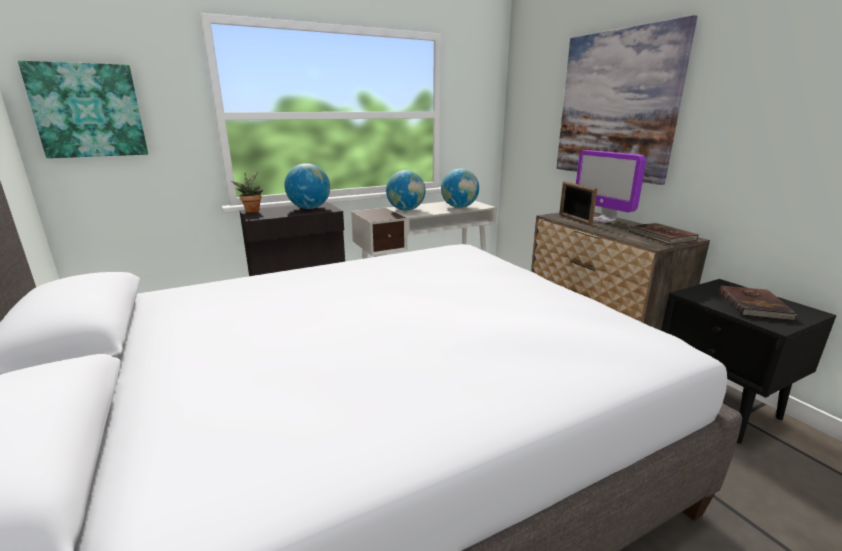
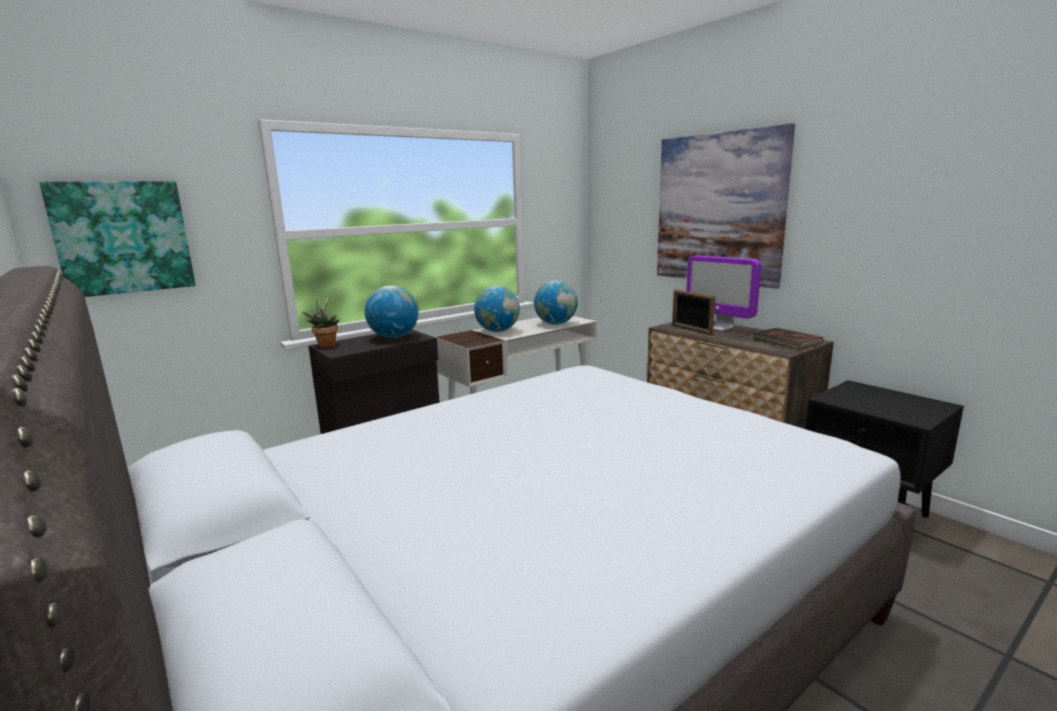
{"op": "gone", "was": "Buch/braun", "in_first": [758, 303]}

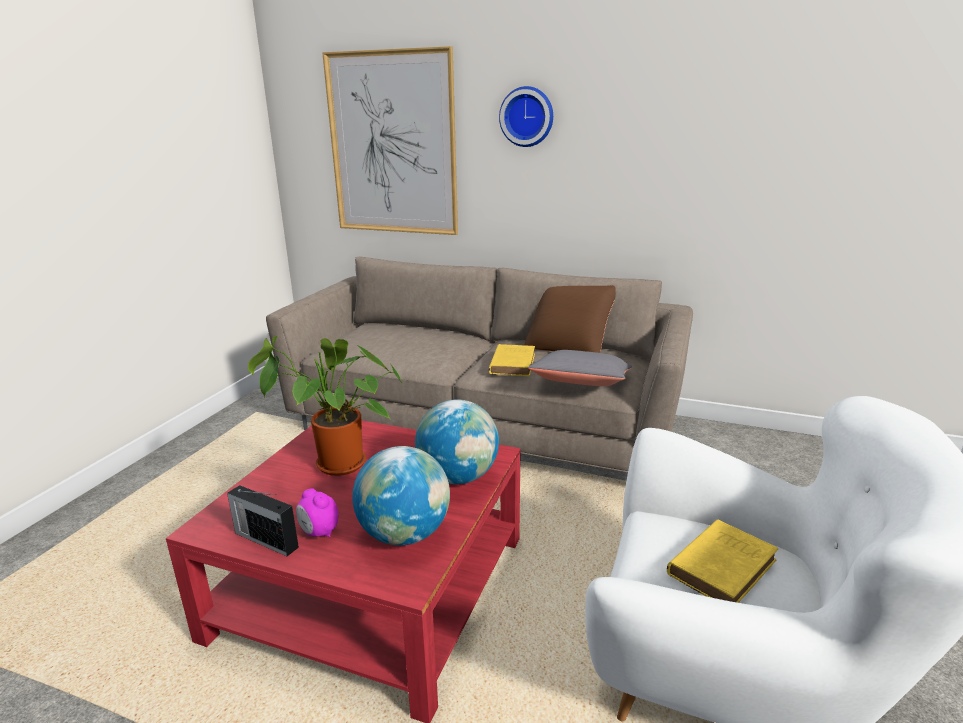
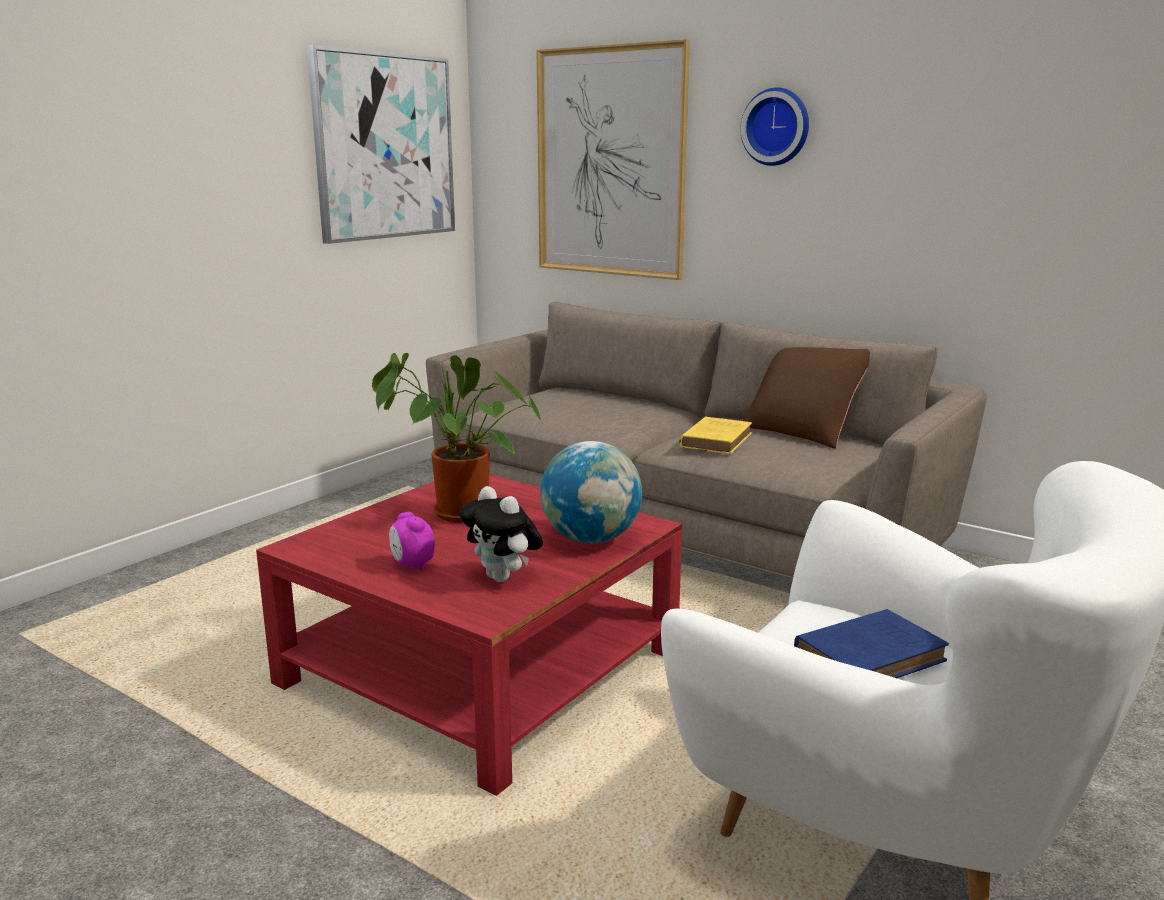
{"op": "gone", "was": "Radio", "in_first": [263, 520]}
{"op": "gone", "was": "Kissen/grau", "in_first": [580, 368]}
{"op": "new", "now": "Bild", "in_second": [381, 144]}
{"op": "swapped", "was": "Globus", "now": "Plüschtier", "in_first": [401, 496], "in_second": [501, 534]}
{"op": "repainted", "was": "Buch/gelb", "now": "Buch/blau", "in_first": [722, 561], "in_second": [871, 643]}

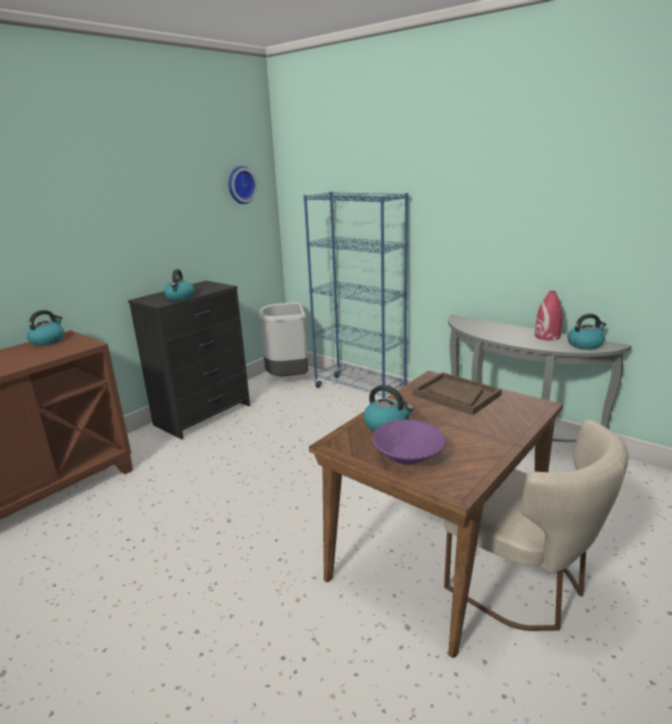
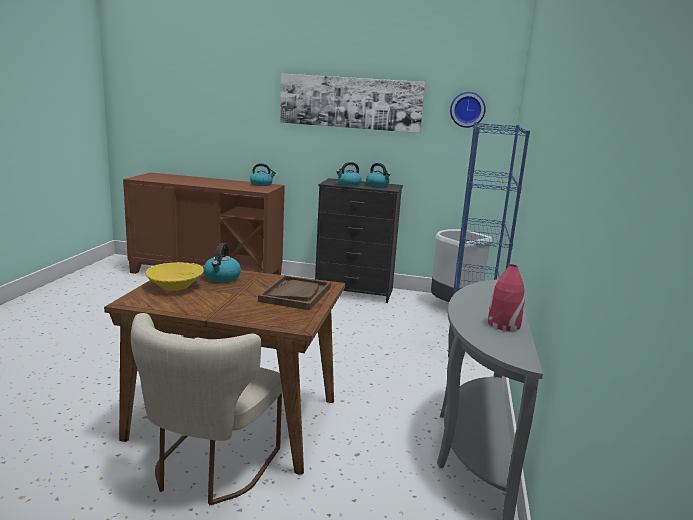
{"op": "new", "now": "Bild", "in_second": [352, 103]}
{"op": "shifted", "was": "Wasserkessel", "in_first": [586, 331], "in_second": [378, 175]}
{"op": "repainted", "was": "Schüssel/lila", "now": "Schüssel/gelb", "in_first": [409, 441], "in_second": [174, 276]}

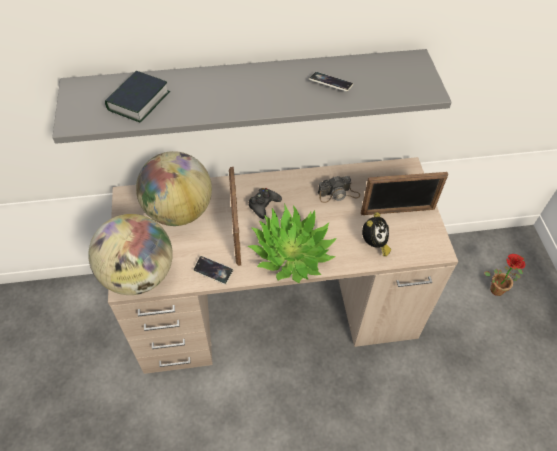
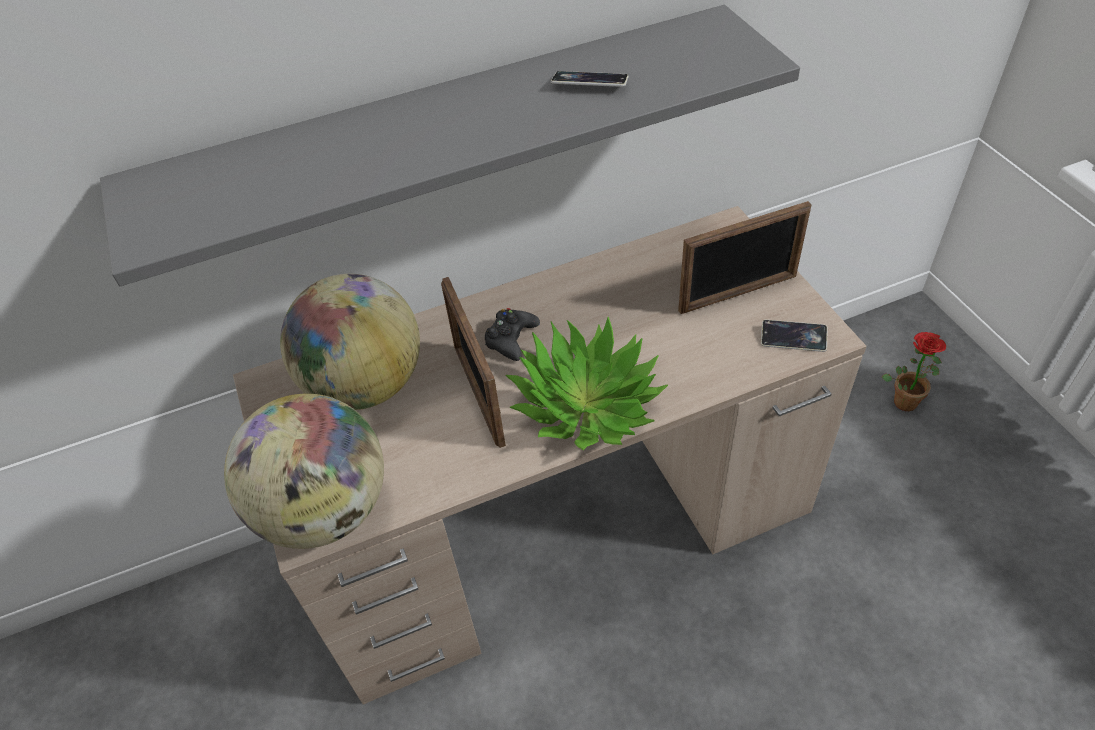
{"op": "gone", "was": "Buch", "in_first": [137, 96]}
{"op": "gone", "was": "Kamera", "in_first": [339, 189]}
{"op": "gone", "was": "Wecker", "in_first": [376, 234]}
{"op": "shifted", "was": "Handy", "in_first": [213, 270], "in_second": [794, 336]}

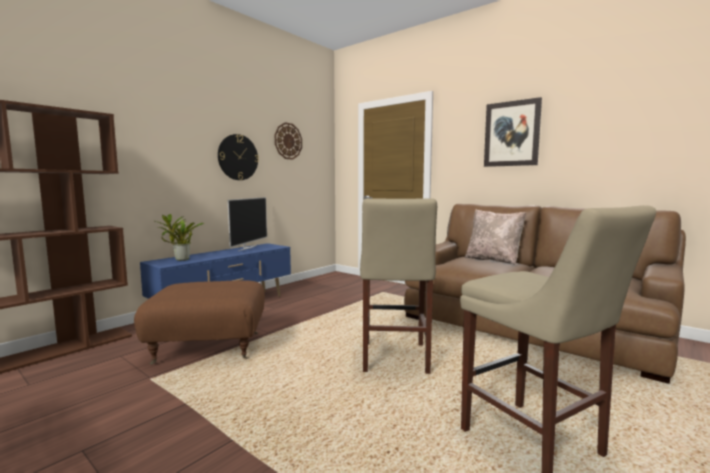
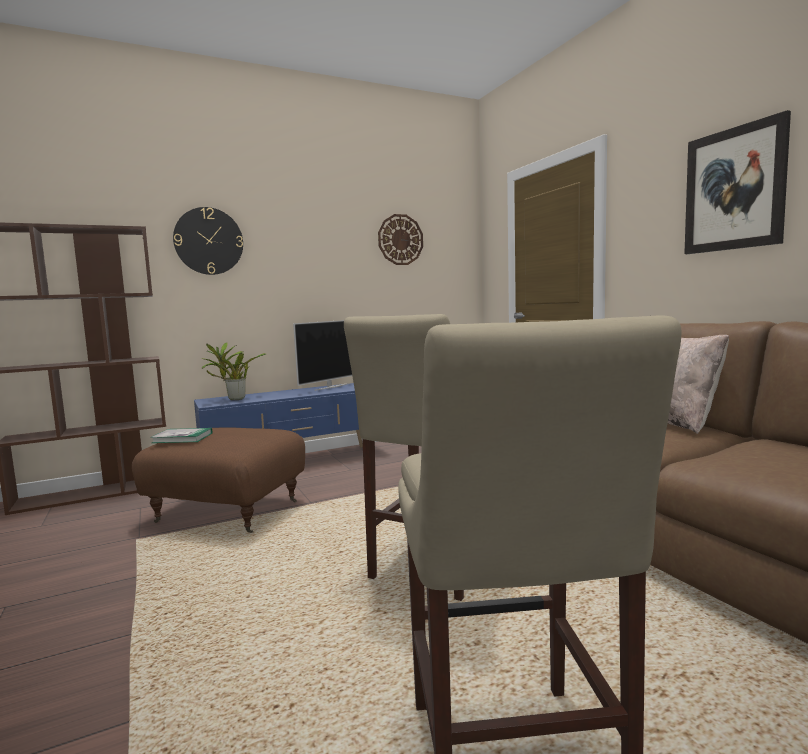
{"op": "new", "now": "Buch", "in_second": [181, 435]}
{"op": "shifted", "was": "Wanduhr", "in_first": [238, 157], "in_second": [208, 241]}

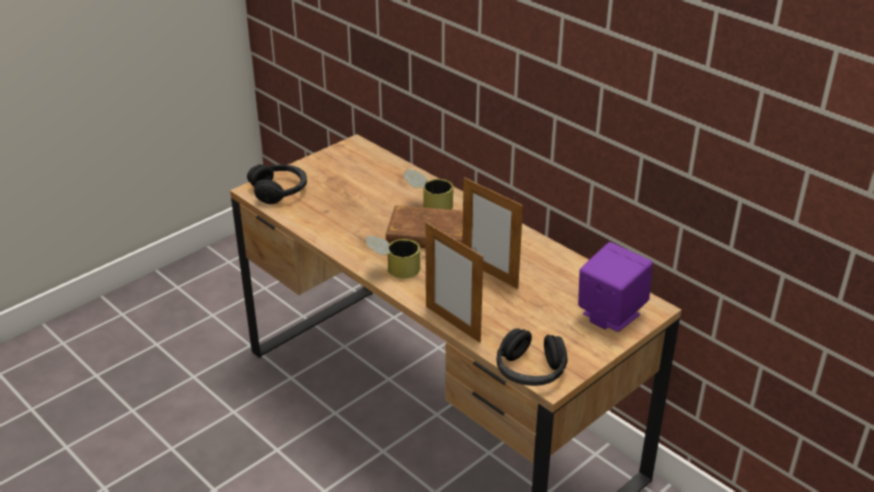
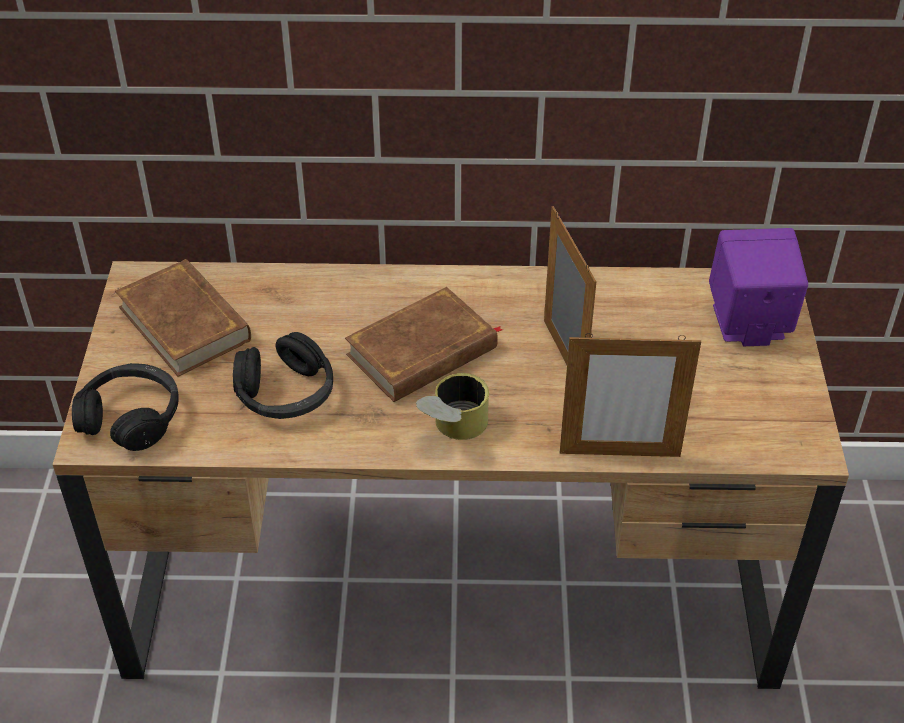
{"op": "gone", "was": "Dose", "in_first": [428, 189]}
{"op": "new", "now": "Buch/braun", "in_second": [183, 318]}
{"op": "shifted", "was": "Kopfhörer/schwarz", "in_first": [532, 357], "in_second": [283, 375]}
{"op": "rotated", "was": "Bilderrahmen", "in_first": [492, 233], "in_second": [570, 285], "clockwise": -105}

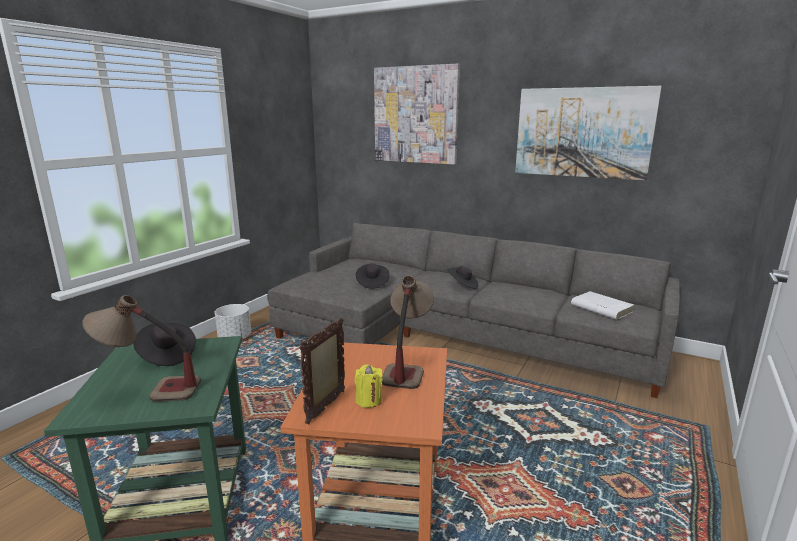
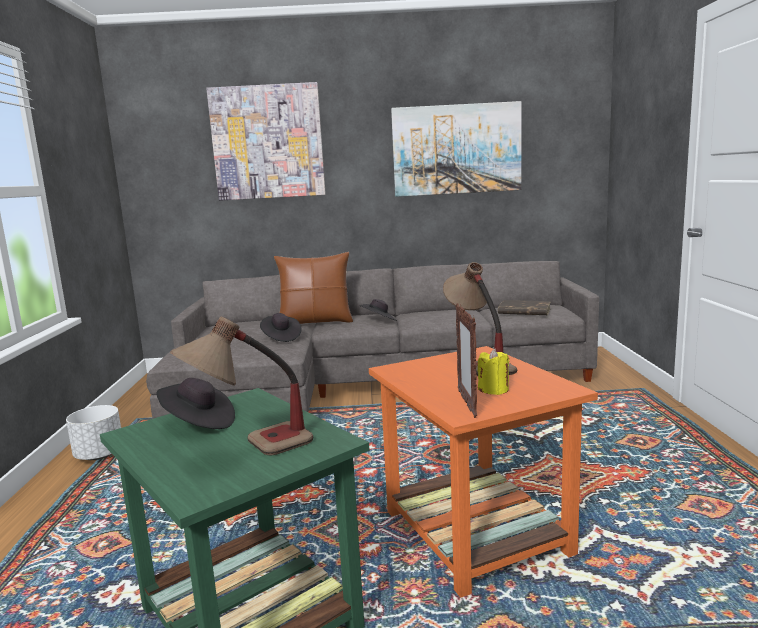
{"op": "new", "now": "Kissen/braun", "in_second": [313, 288]}
{"op": "repainted", "was": "Buch/weiß", "now": "Buch/braun", "in_first": [602, 305], "in_second": [524, 307]}

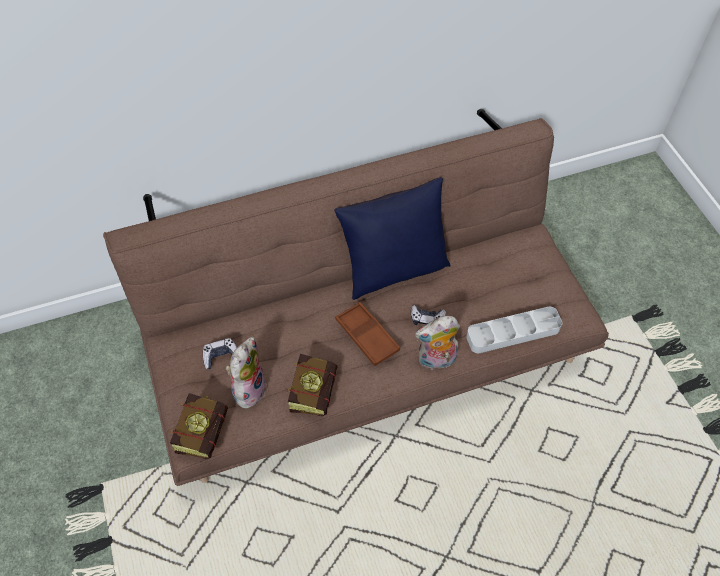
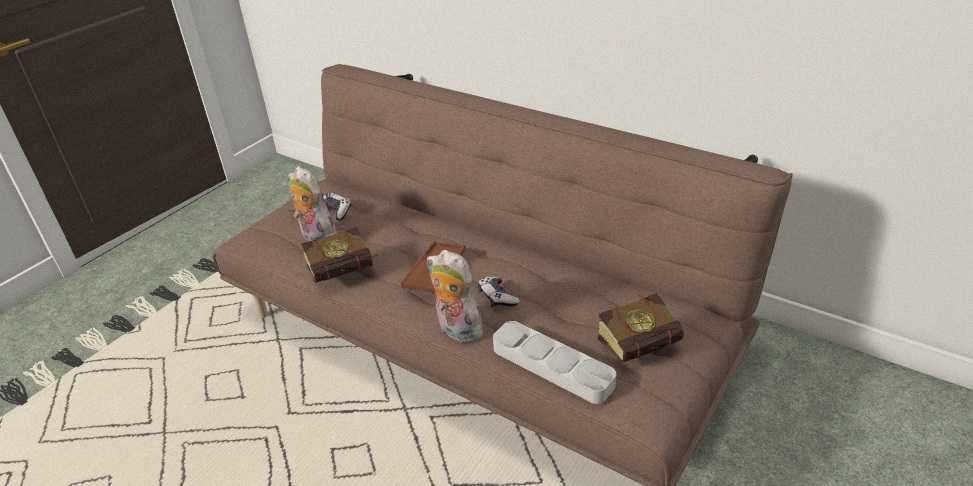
{"op": "gone", "was": "Kissen/blau", "in_first": [392, 238]}
{"op": "shifted", "was": "Buch", "in_first": [199, 426], "in_second": [641, 327]}
{"op": "rotated", "was": "Plüschtier", "in_first": [246, 373], "in_second": [312, 205], "clockwise": -120}

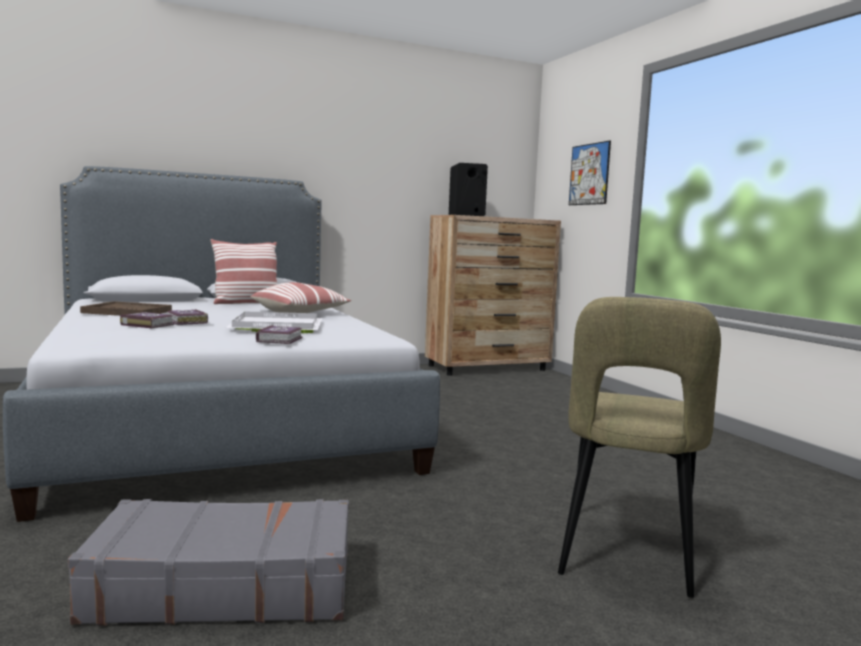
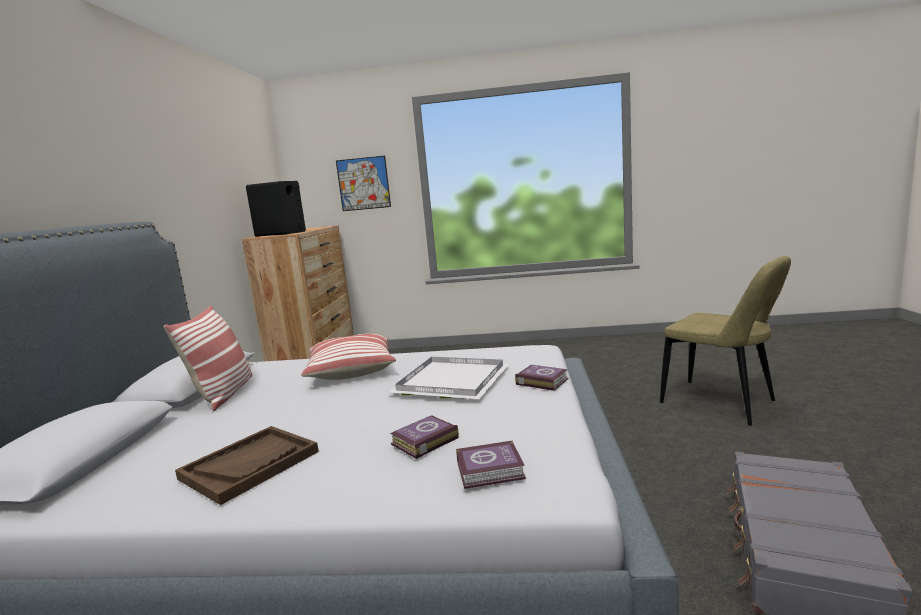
{"op": "shifted", "was": "Buch", "in_first": [187, 317], "in_second": [491, 464]}

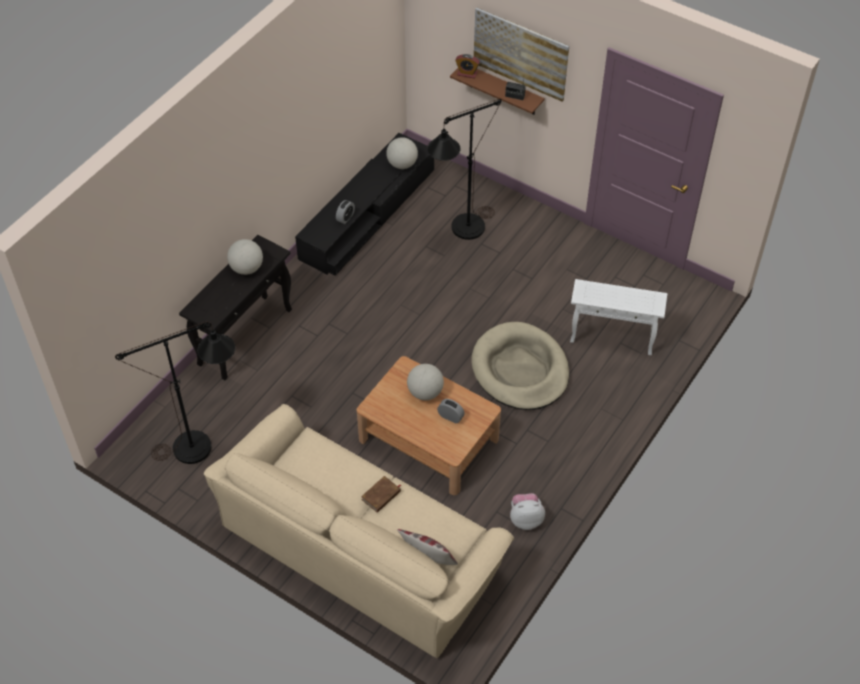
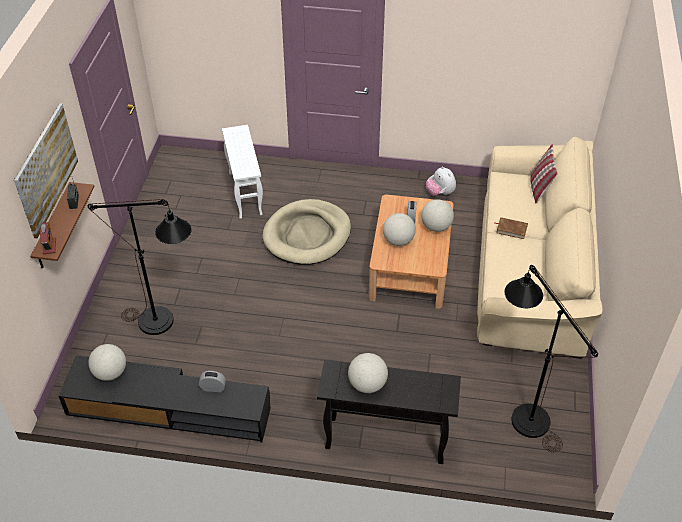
{"op": "new", "now": "Globus", "in_second": [437, 215]}

